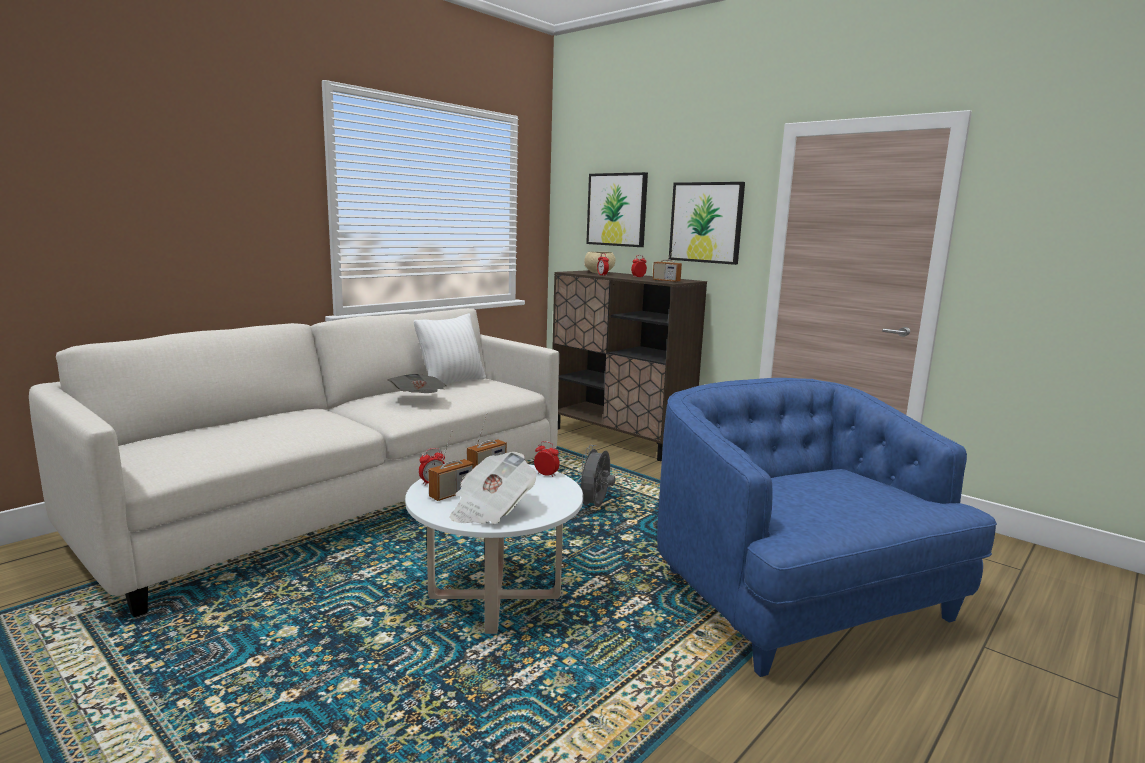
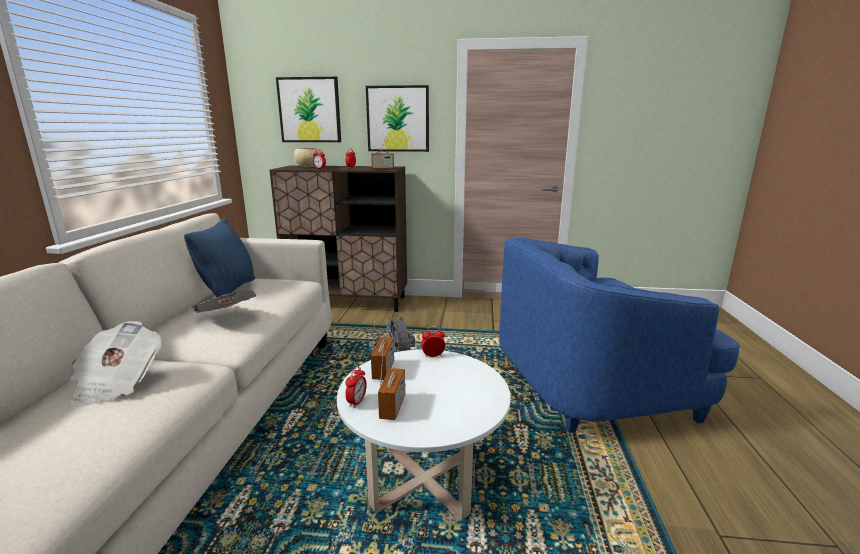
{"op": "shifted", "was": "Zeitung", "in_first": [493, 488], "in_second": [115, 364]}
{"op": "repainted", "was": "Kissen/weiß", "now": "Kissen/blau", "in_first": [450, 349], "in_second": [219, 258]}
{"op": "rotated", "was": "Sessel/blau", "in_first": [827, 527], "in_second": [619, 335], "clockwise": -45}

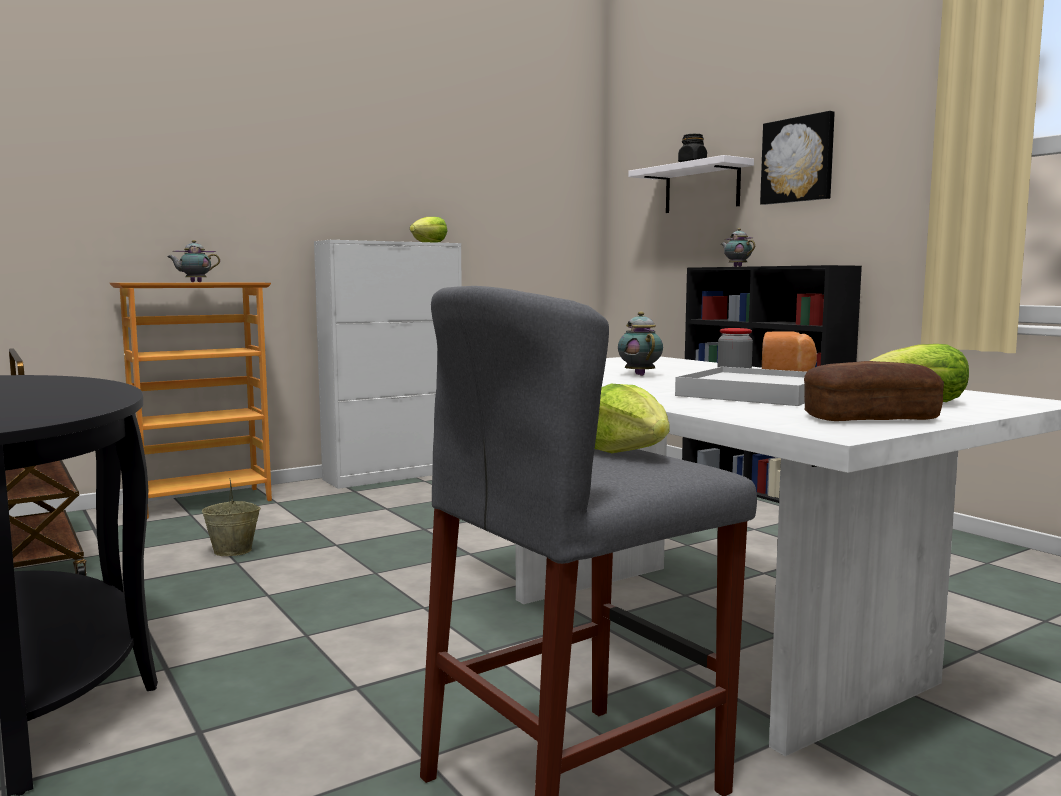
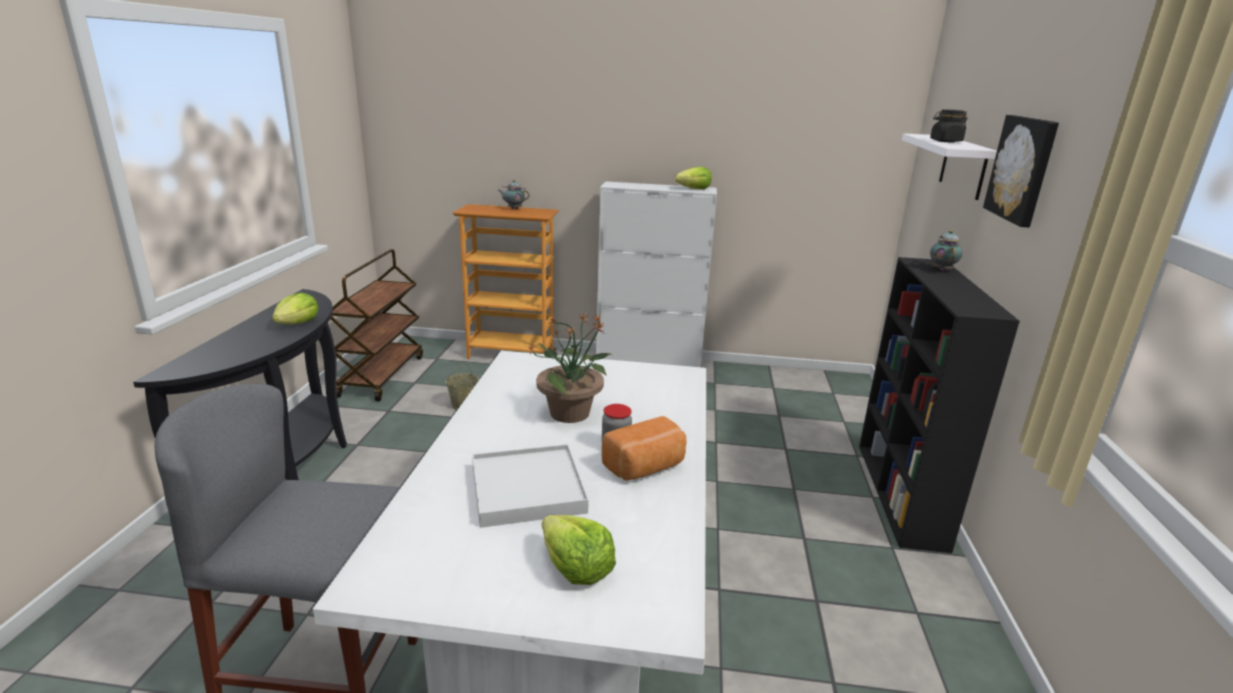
{"op": "gone", "was": "Brot", "in_first": [874, 391]}
{"op": "shifted", "was": "Salatkopf", "in_first": [632, 418], "in_second": [295, 308]}
{"op": "swapped", "was": "Teekanne", "now": "Topfpflanze", "in_first": [640, 344], "in_second": [569, 368]}

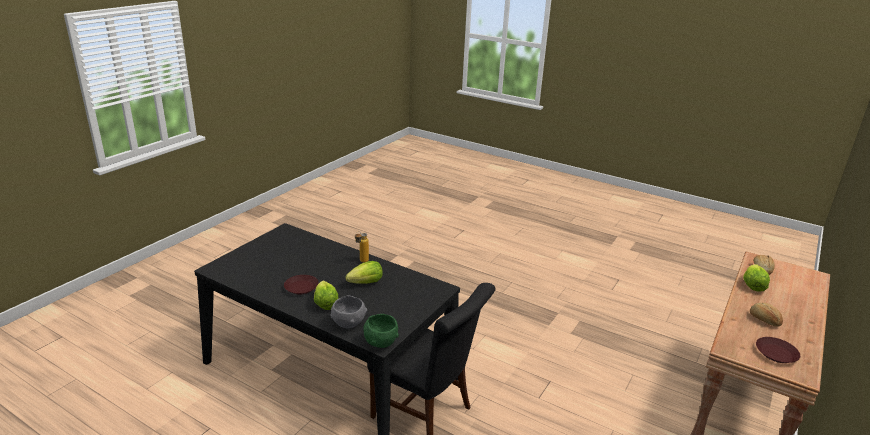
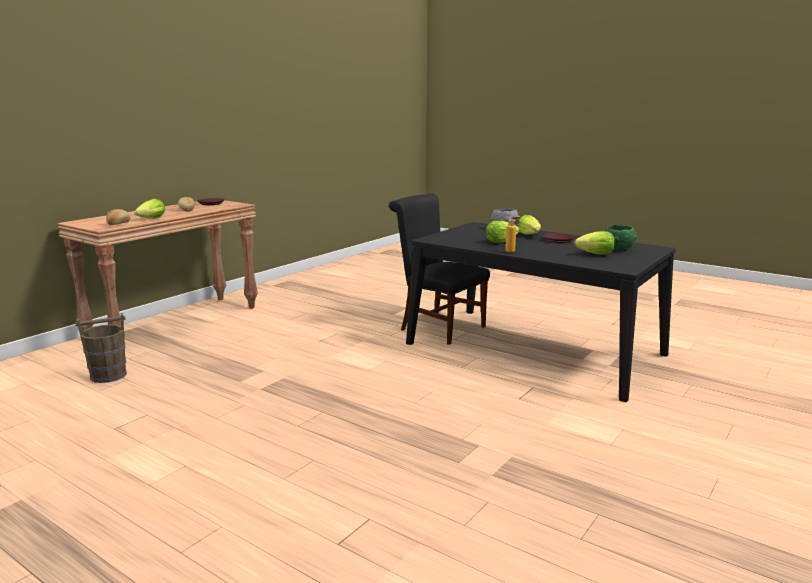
{"op": "new", "now": "Eimer/braun", "in_second": [101, 348]}
{"op": "new", "now": "Salatkopf", "in_second": [594, 243]}
{"op": "shifted", "was": "Schüssel/grün", "in_first": [381, 331], "in_second": [621, 237]}

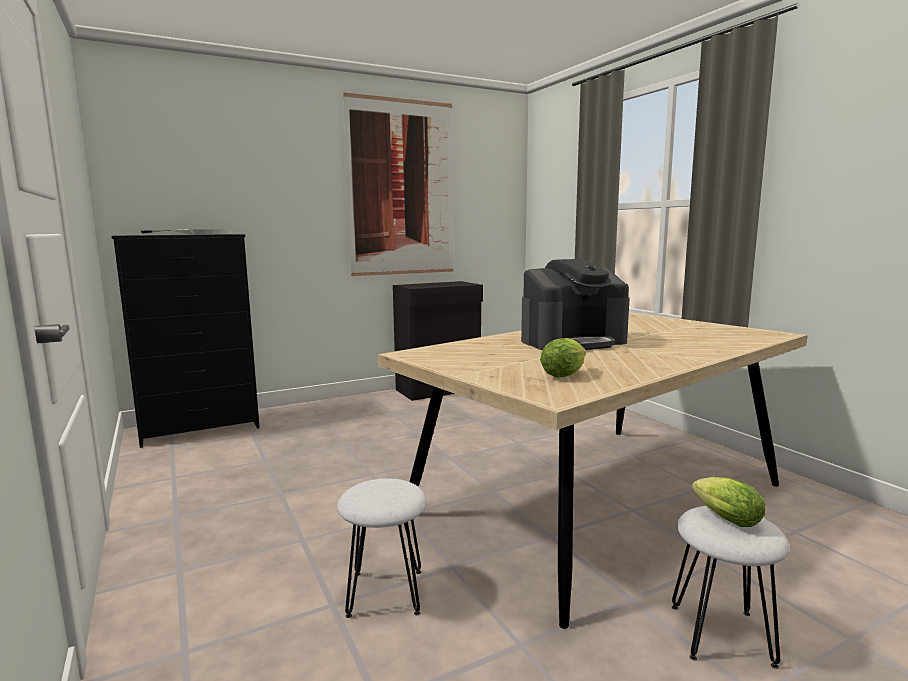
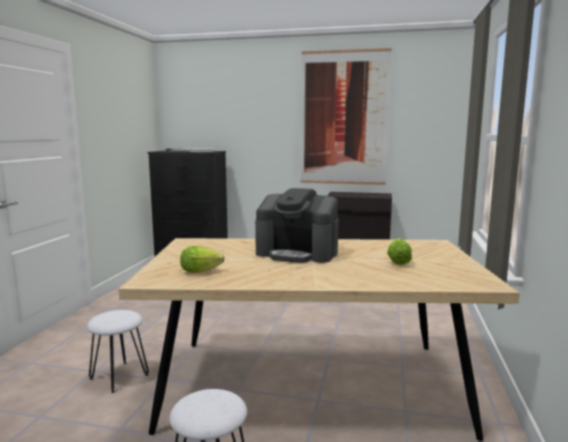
{"op": "shifted", "was": "Salatkopf", "in_first": [728, 502], "in_second": [399, 251]}

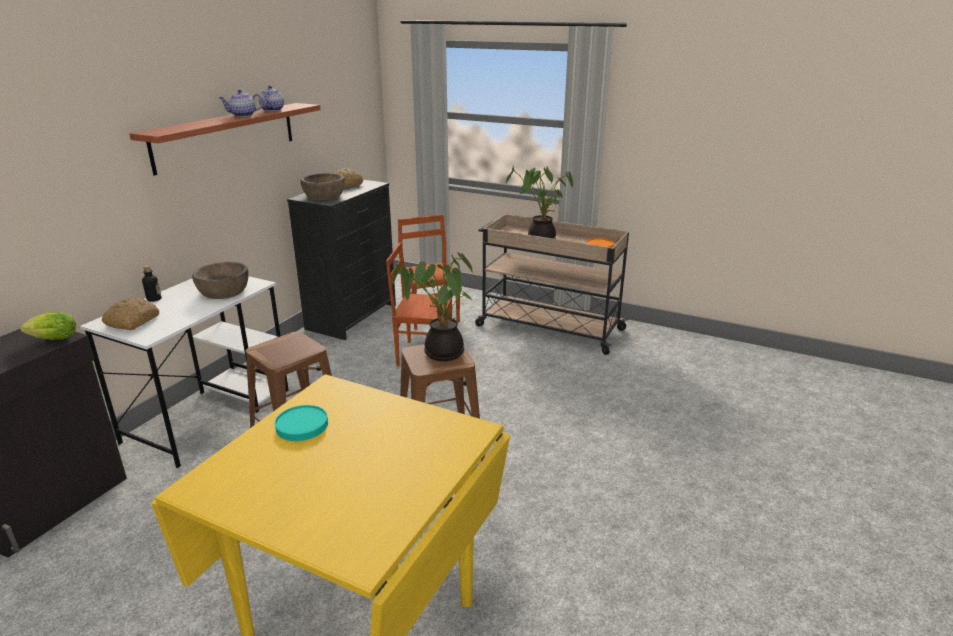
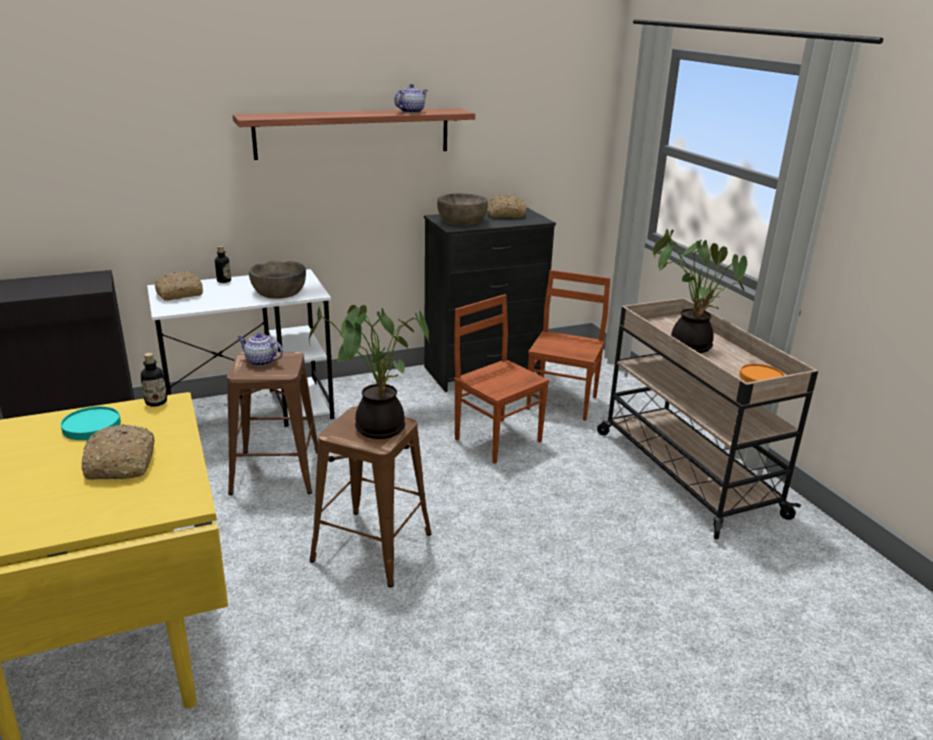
{"op": "gone", "was": "Salatkopf", "in_first": [48, 326]}
{"op": "new", "now": "Brot", "in_second": [118, 452]}
{"op": "new", "now": "Flasche", "in_second": [153, 380]}
{"op": "shifted", "was": "Teekanne", "in_first": [241, 103], "in_second": [260, 349]}

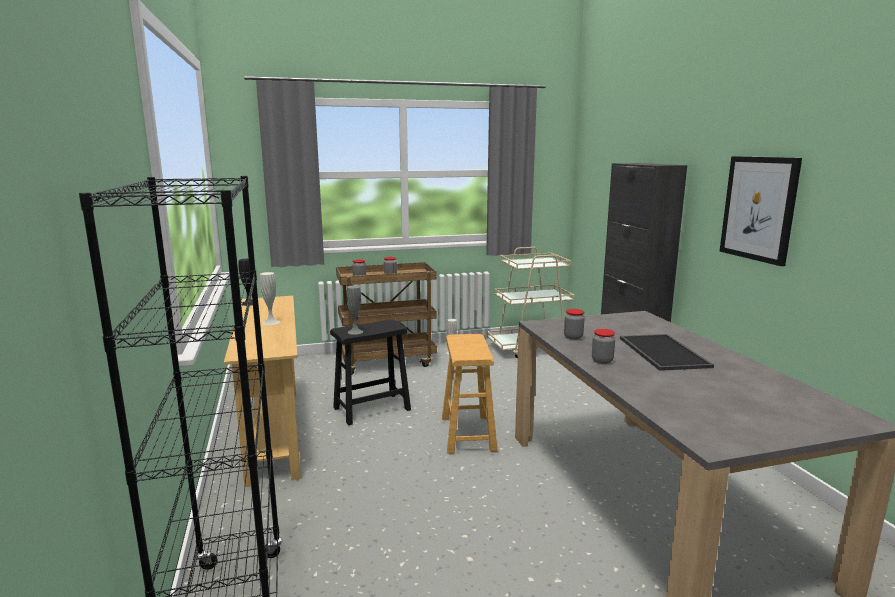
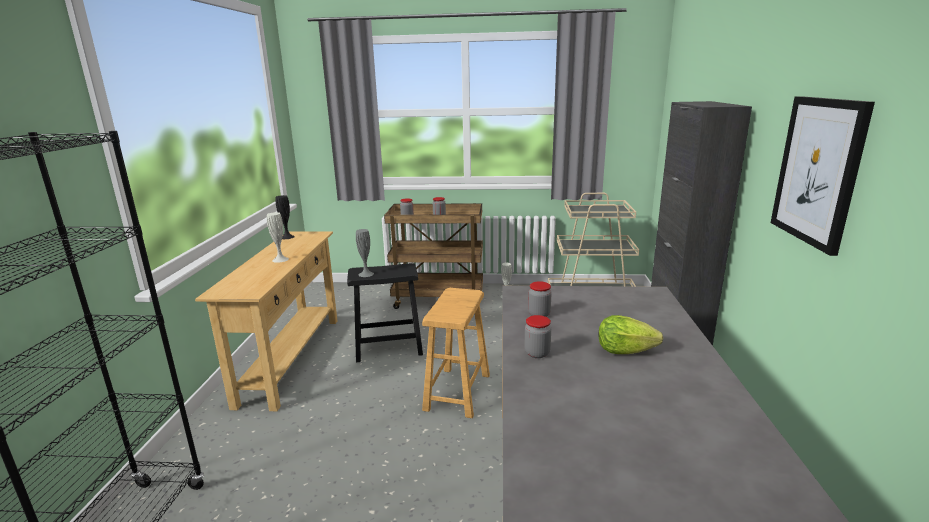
{"op": "swapped", "was": "Tablett", "now": "Salatkopf", "in_first": [667, 352], "in_second": [631, 334]}

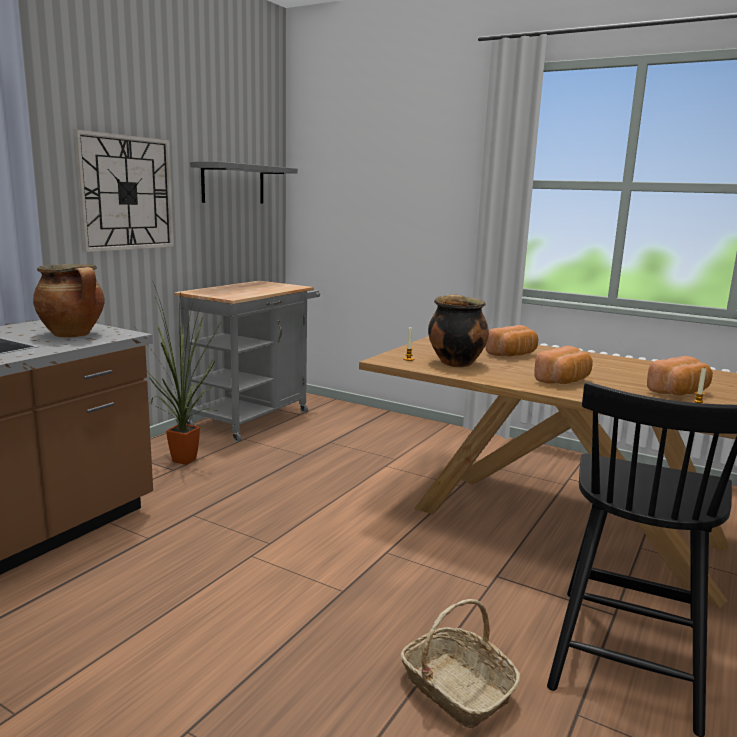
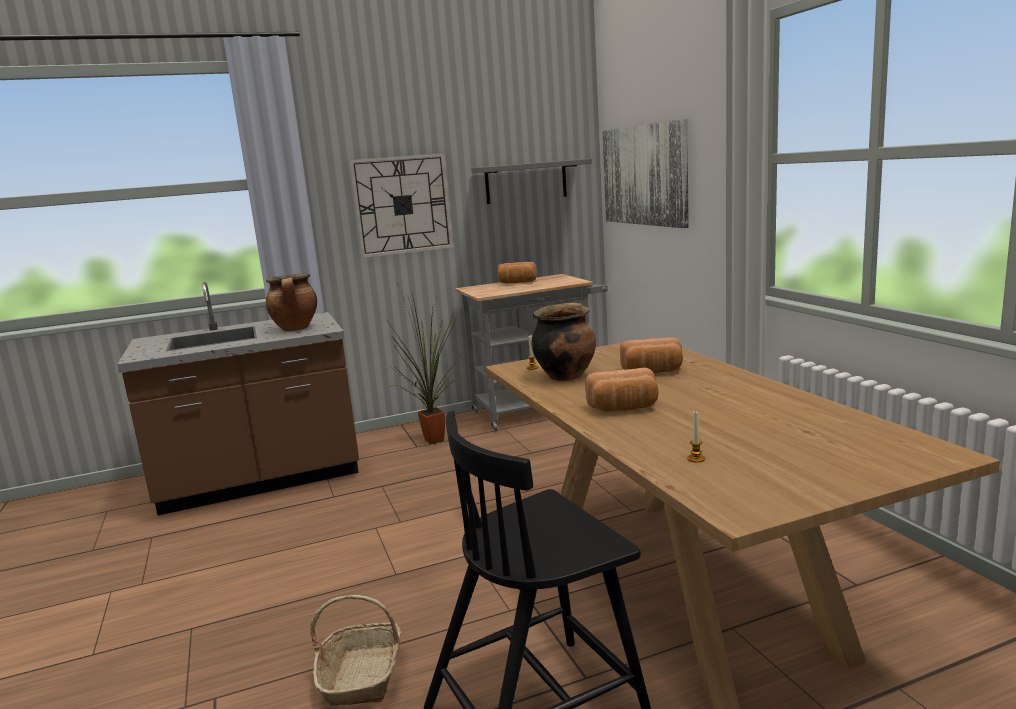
{"op": "new", "now": "Bild", "in_second": [646, 173]}
{"op": "shifted", "was": "Brot", "in_first": [680, 375], "in_second": [517, 272]}

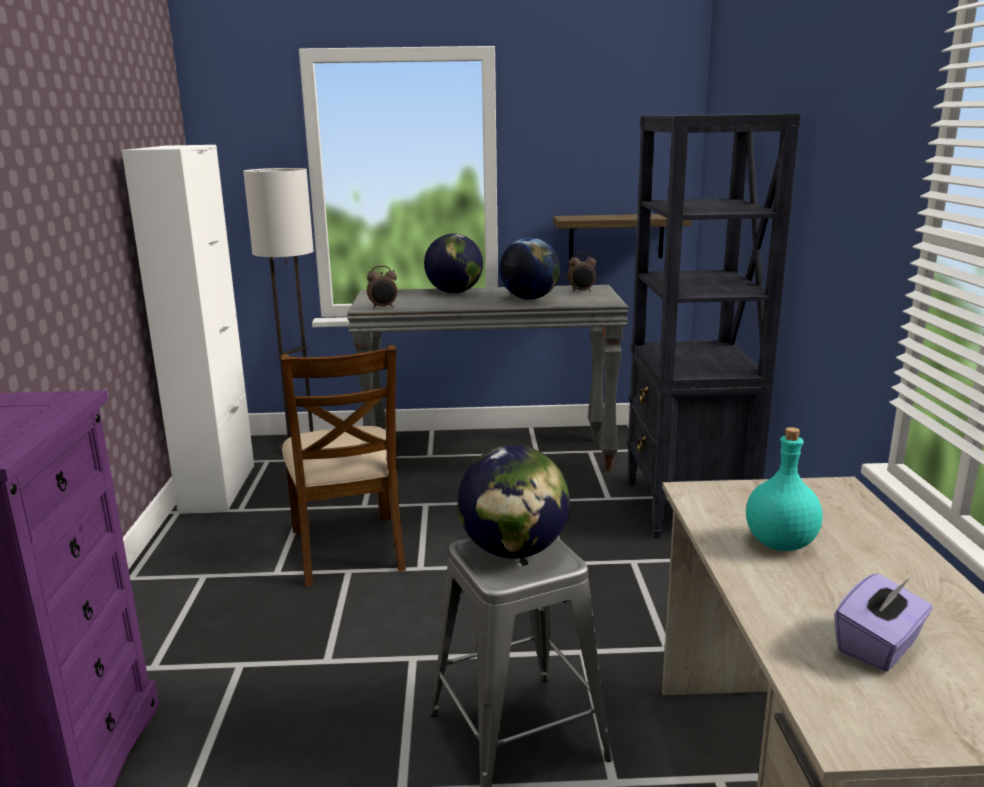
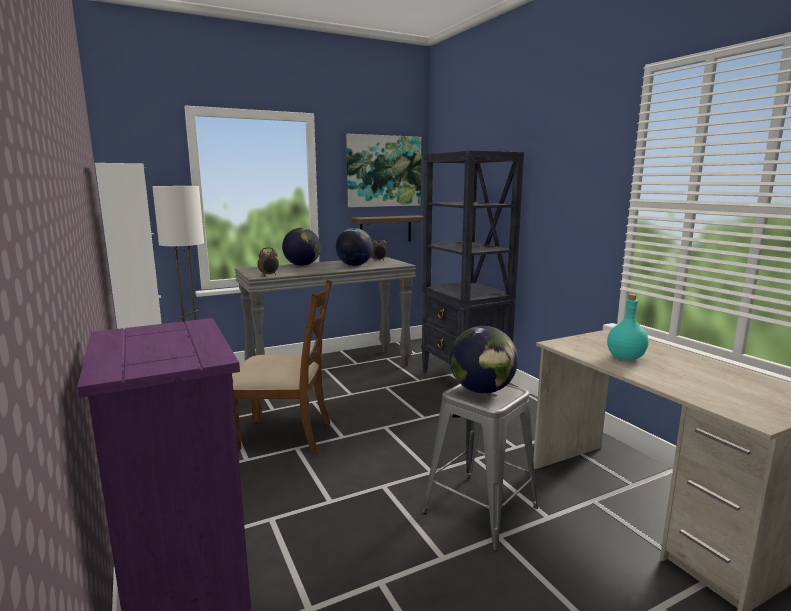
{"op": "gone", "was": "Taschentuchbox/lila", "in_first": [884, 622]}
{"op": "new", "now": "Bild", "in_second": [383, 170]}
{"op": "rotated", "was": "Stuhl/braun", "in_first": [343, 466], "in_second": [282, 367], "clockwise": -45}

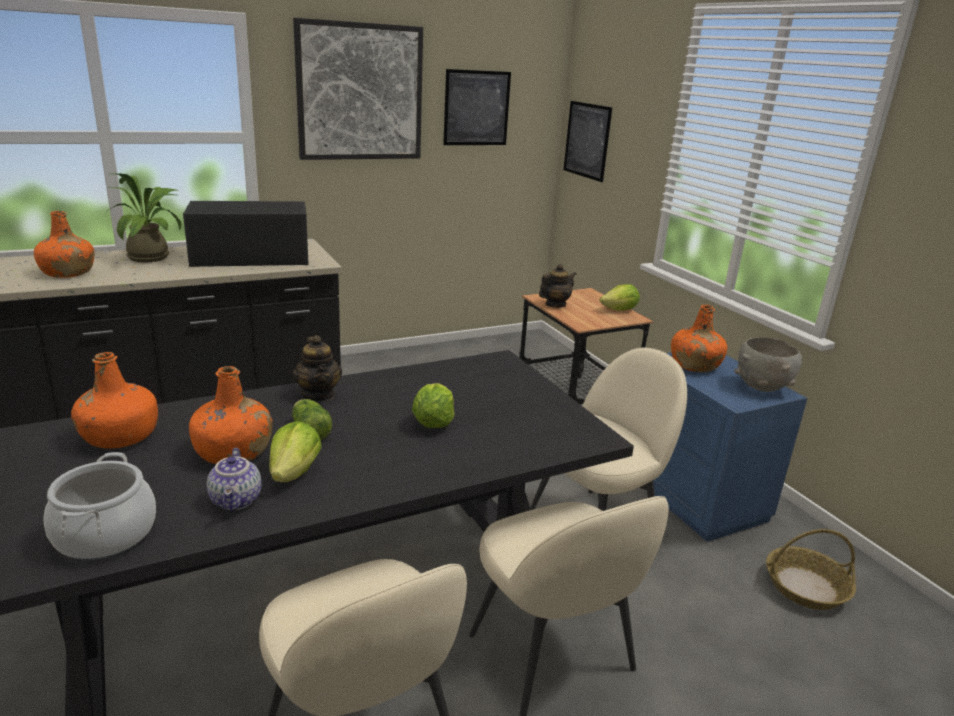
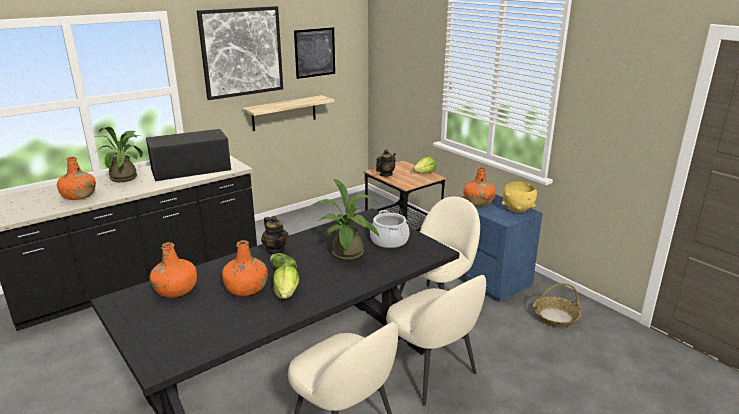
{"op": "gone", "was": "Teekanne", "in_first": [234, 479]}
{"op": "gone", "was": "Bild", "in_first": [587, 141]}
{"op": "new", "now": "Wandregal", "in_second": [288, 113]}
{"op": "shifted", "was": "Kochtopf", "in_first": [99, 506], "in_second": [389, 229]}
{"op": "swapped", "was": "Salatkopf", "now": "Topfpflanze", "in_first": [433, 405], "in_second": [345, 219]}
{"op": "repainted", "was": "Schüssel/grau", "now": "Schüssel/gelb", "in_first": [768, 364], "in_second": [519, 197]}

